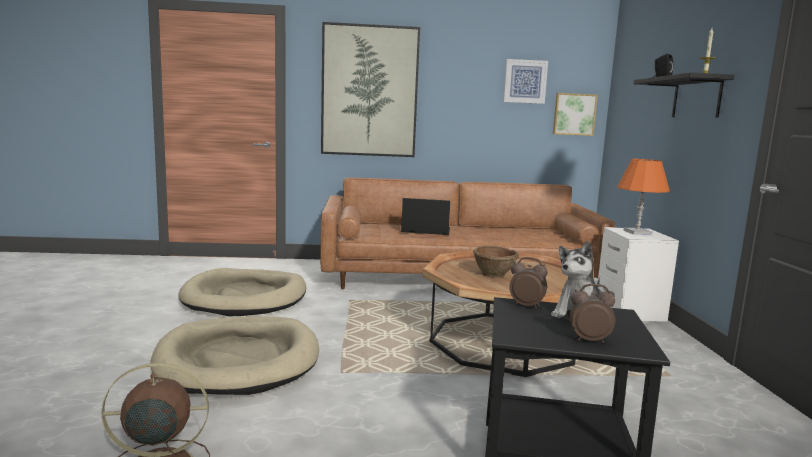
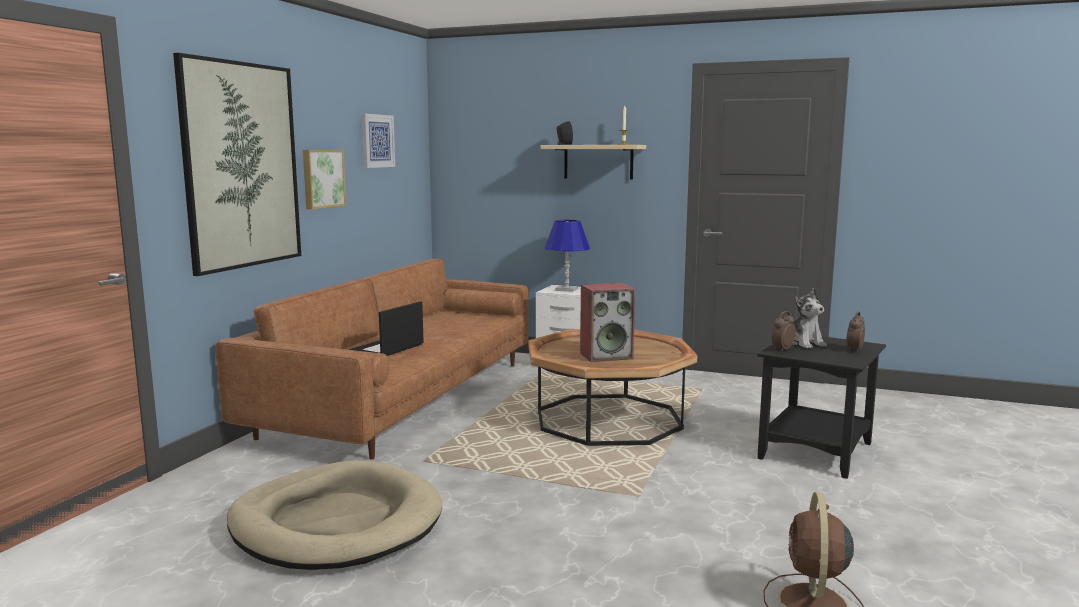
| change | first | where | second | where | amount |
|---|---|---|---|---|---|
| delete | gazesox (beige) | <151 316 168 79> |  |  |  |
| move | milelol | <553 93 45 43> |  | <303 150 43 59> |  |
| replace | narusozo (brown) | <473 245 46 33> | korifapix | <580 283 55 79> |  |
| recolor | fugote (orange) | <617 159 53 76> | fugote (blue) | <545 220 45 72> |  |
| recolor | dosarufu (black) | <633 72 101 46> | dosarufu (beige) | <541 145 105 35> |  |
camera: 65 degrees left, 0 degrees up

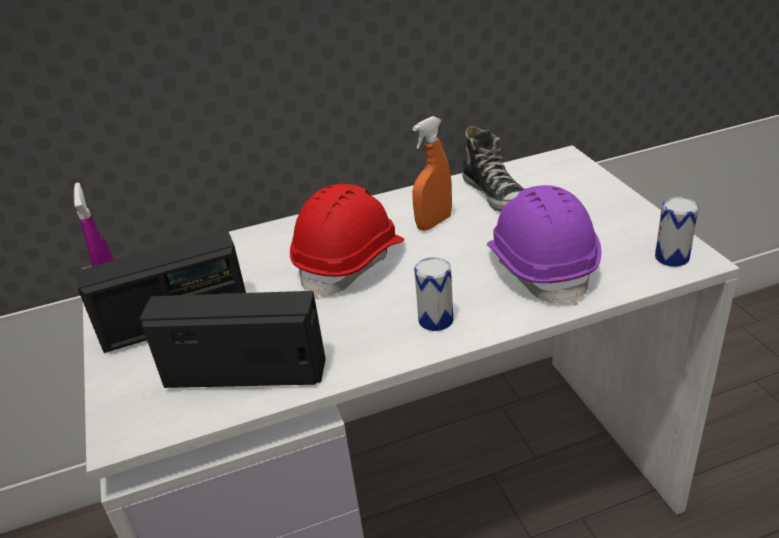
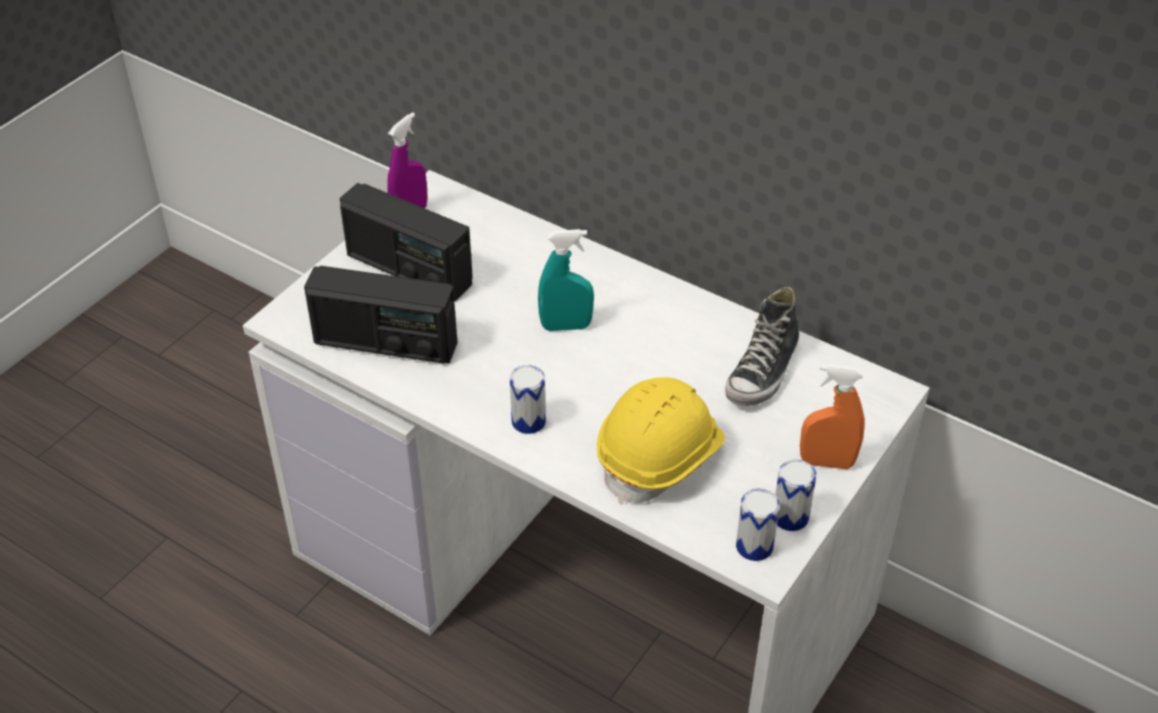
| change | first | where | second | where | amount |
|---|---|---|---|---|---|
| insert |  |  | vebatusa | <775 459 41 72> |  |
| move | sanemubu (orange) | <412 116 40 115> |  | <800 364 65 105> |  |
| replace | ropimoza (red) | <290 184 114 115> | sanemubu (turquoise) | <538 229 56 102> |  |
| recolor | ropimoza (purple) | <487 185 115 120> | ropimoza (yellow) | <597 377 128 128> |  |
| rotate | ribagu | <140 291 186 97> |  | <304 266 154 98> | 135 degrees clockwise |
camera: 50 degrees right, 10 degrees up

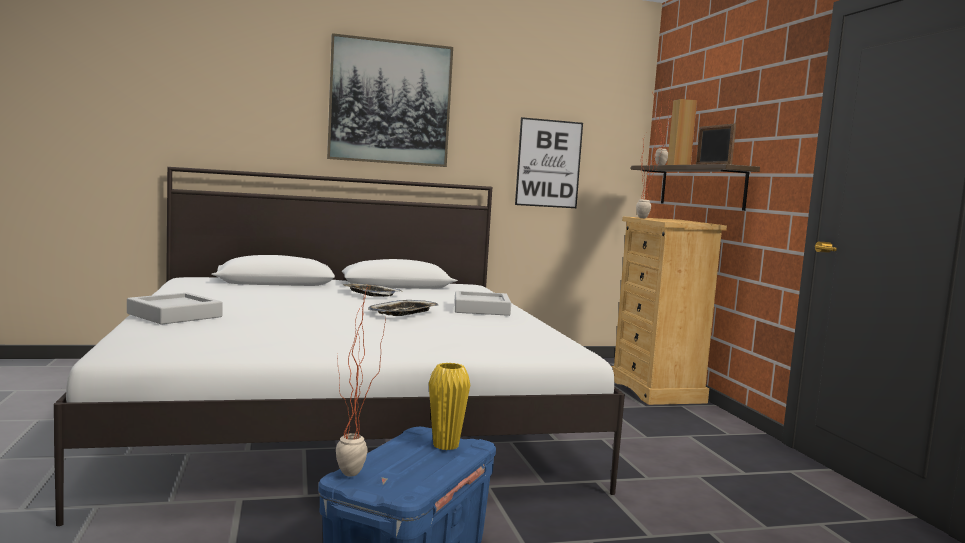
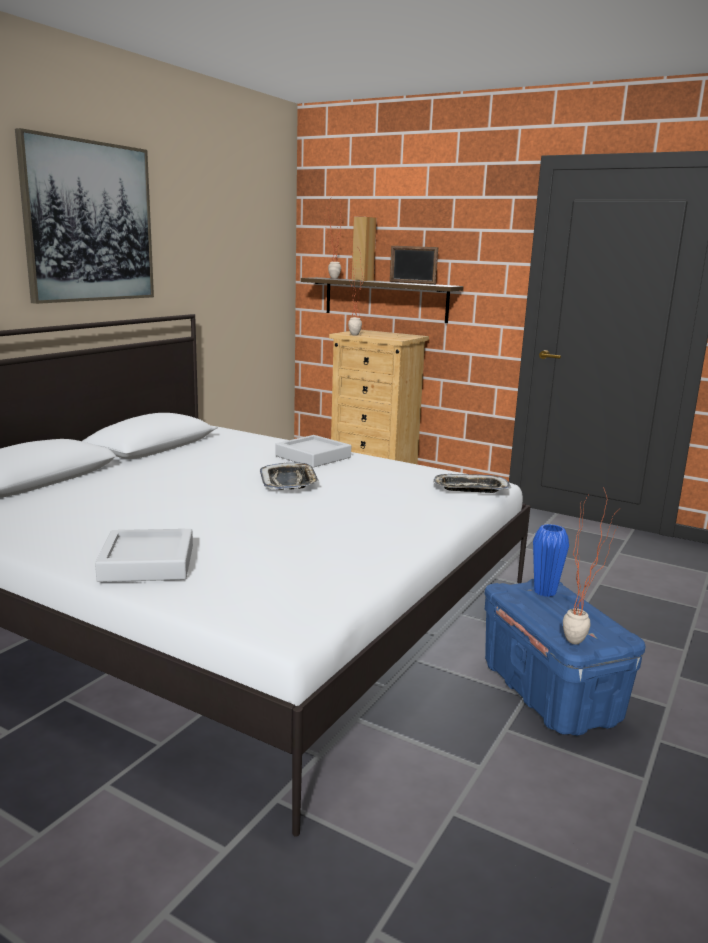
| change | first | where | second | where | amount |
|---|---|---|---|---|---|
| delete | milelol | <515 117 68 91> |  |  |  |
| move | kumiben | <341 284 62 13> |  | <433 474 78 19> |  |
| recolor | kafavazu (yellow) | <429 363 41 87> | kafavazu (blue) | <533 524 36 73> |  |
camera: 45 degrees left, 10 degrees up

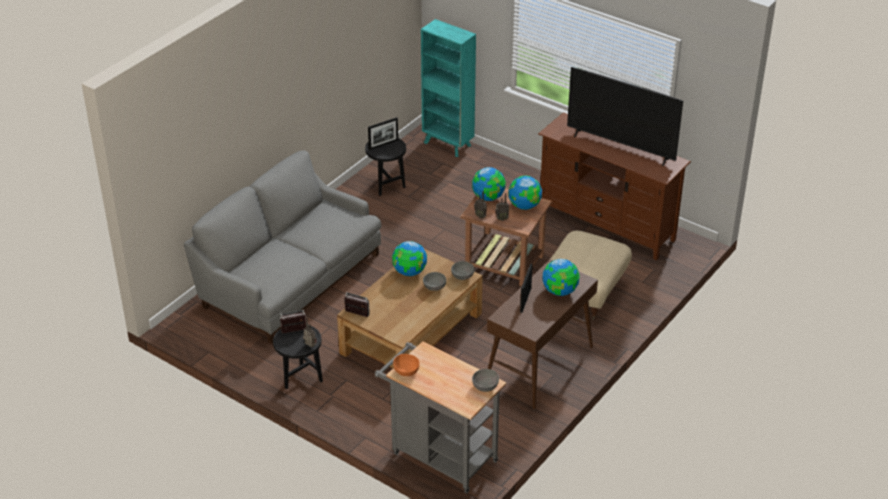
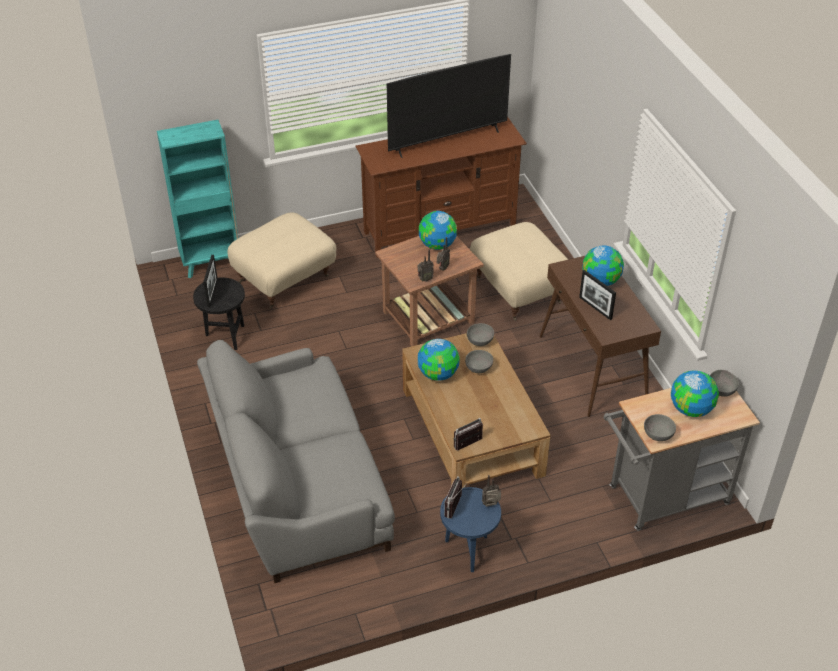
| change | first | where | second | where | amount |
|---|---|---|---|---|---|
| insert |  |  | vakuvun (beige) | <228 212 108 97> |  |
| move | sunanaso | <472 167 34 34> |  | <671 371 48 46> |  |
| recolor | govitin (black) | <273 325 50 64> | govitin (blue) | <440 487 61 85> |  |
| recolor | narusozo (orange) | <393 354 27 22> | narusozo (grey) | <644 414 32 27> |  |
camera: 55 degrees left, 5 degrees up

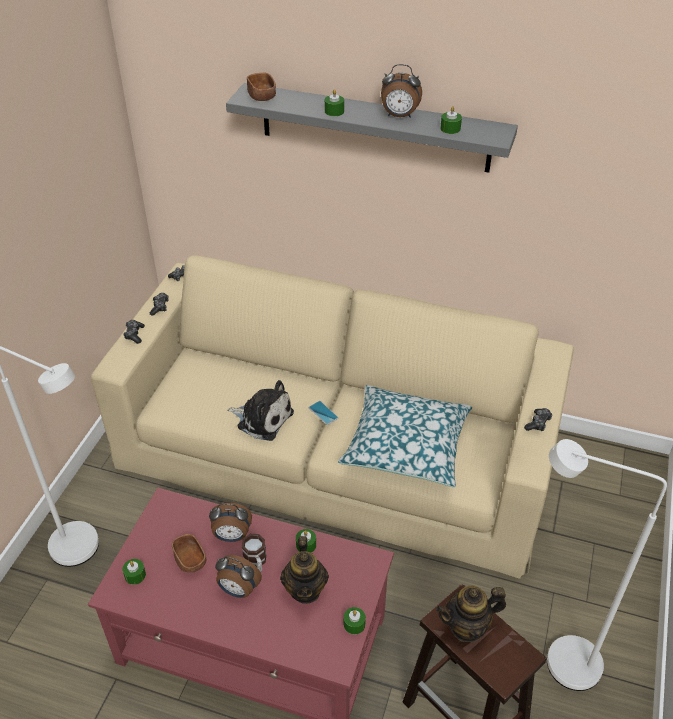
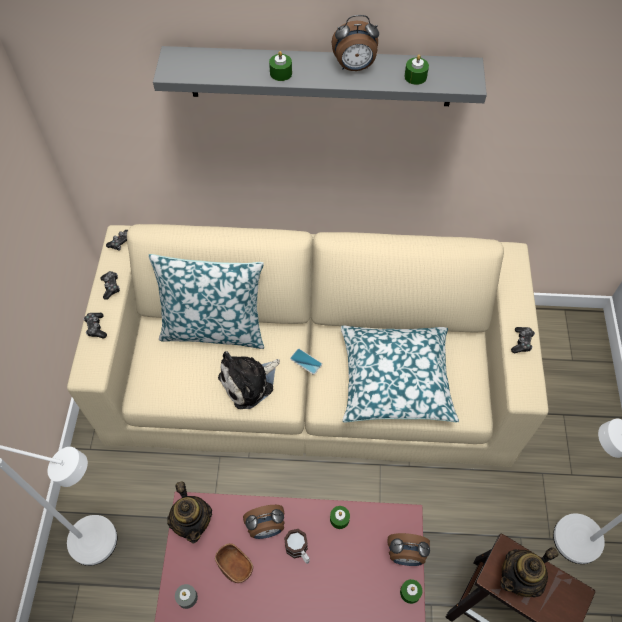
| change | first | where | second | where | amount |
|---|---|---|---|---|---|
| delete | narusozo (brown) | <247 73 29 28> |  |  |  |
| insert |  |  | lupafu | <148 254 116 95> |  |
| move | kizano | <215 555 47 43> |  | <387 533 43 33> |  |
| move | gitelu | <280 536 49 68> |  | <167 481 45 63> |  |
| recolor | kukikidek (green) | <122 559 24 26> | kukikidek (grey) | <175 584 23 25> |  |
| rotate | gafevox | <227 380 67 61> |  | <218 351 62 58> | 135 degrees clockwise |
camera: 15 degrees left, 15 degrees up

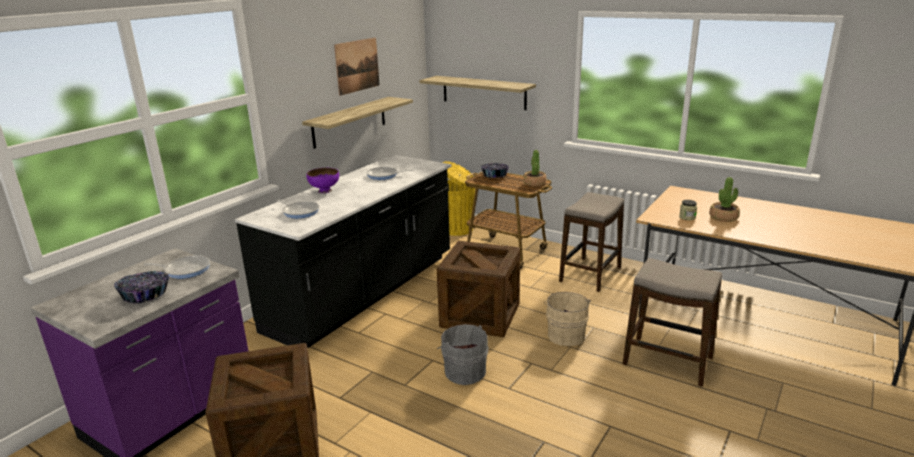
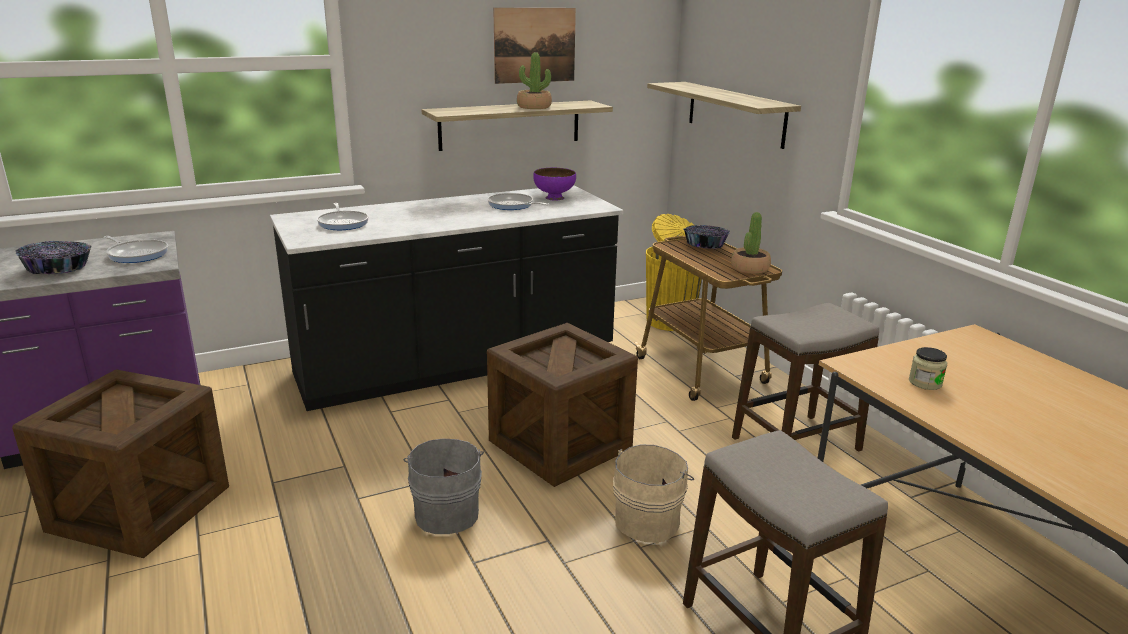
| change | first | where | second | where | amount |
|---|---|---|---|---|---|
| move | narusozo (purple) | <306 168 33 25> |  | <533 168 43 33> |  |
| move | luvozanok | <709 177 31 45> |  | <517 52 35 57> |  |
camera: 30 degrees right, 0 degrees up

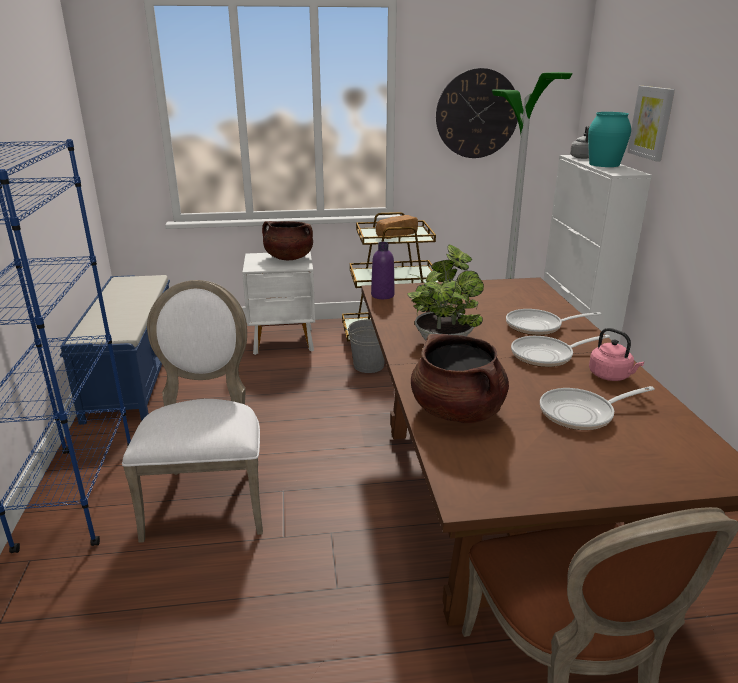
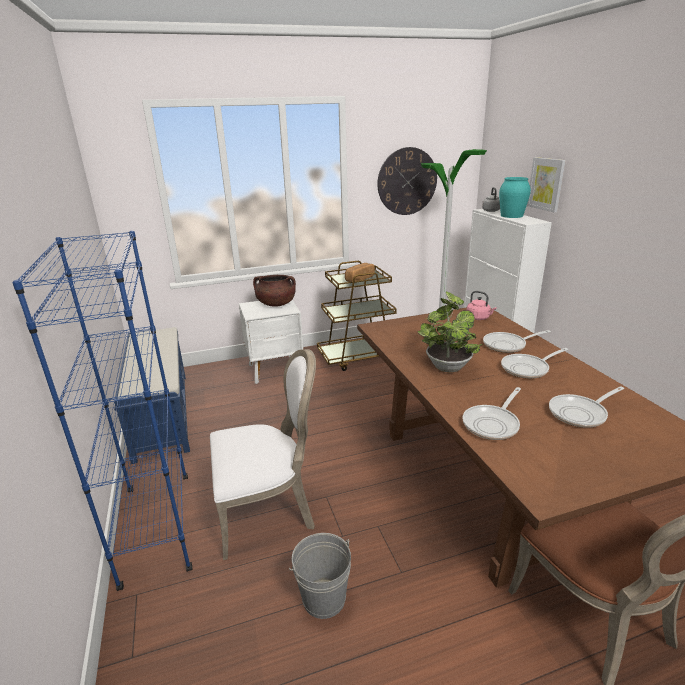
| change | first | where | second | where | amount |
|---|---|---|---|---|---|
| delete | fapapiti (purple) | <371 242 24 57> |  |  |  |
| move | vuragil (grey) | <346 319 39 54> |  | <289 533 62 86> |  |
| move | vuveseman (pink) | <589 328 55 53> |  | <467 291 30 29> |  |
| replace | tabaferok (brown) | <411 334 98 89> | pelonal | <463 387 58 53> |  |
| rotate | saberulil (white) | <122 280 141 263> |  | <210 349 106 211> | 90 degrees clockwise |
camera: 10 degrees left, 0 degrees up

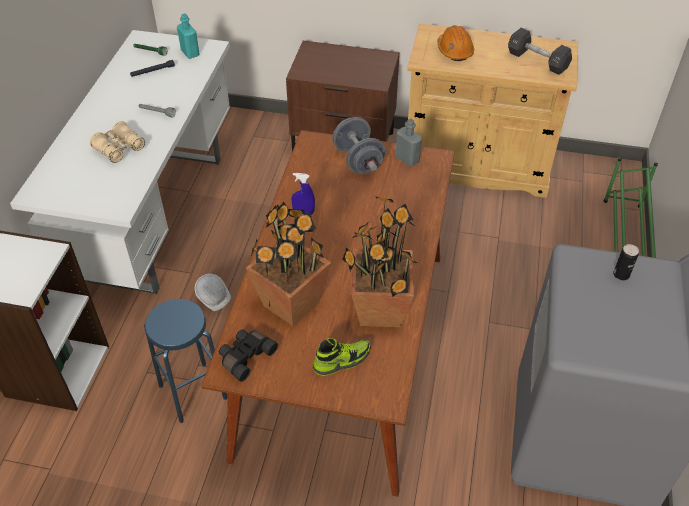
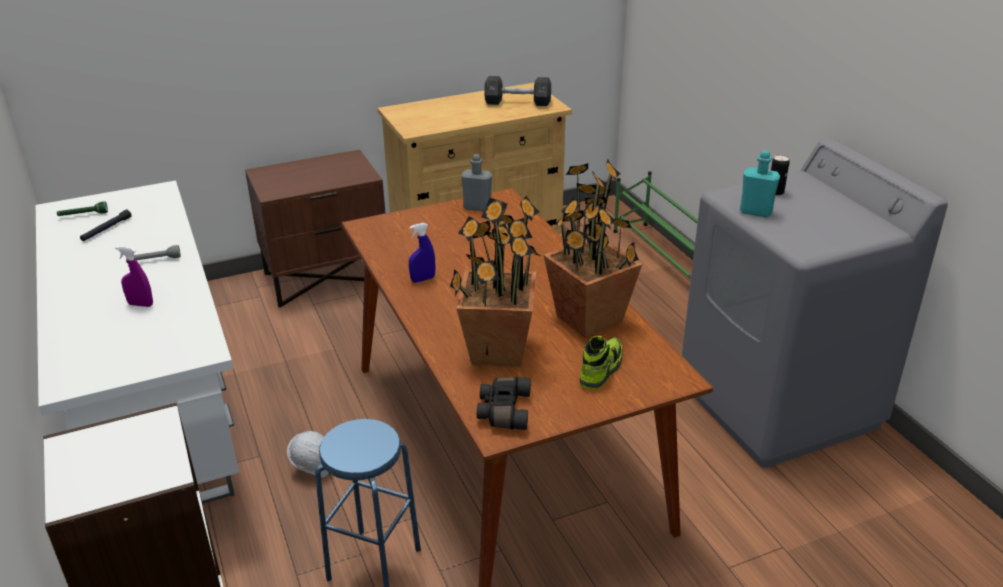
| change | first | where | second | where | amount |
|---|---|---|---|---|---|
| delete | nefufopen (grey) | <332 117 53 57> |  |  |  |
| delete | ropimoza (orange) | <437 25 37 36> |  |  |  |
| move | fapapiti (turquoise) | <177 13 23 46> |  | <740 150 40 67> |  |
| replace | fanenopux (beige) | <90 121 55 42> | sanemubu (purple) | <115 246 38 61> |  |
camera: 35 degrees left, 15 degrees down

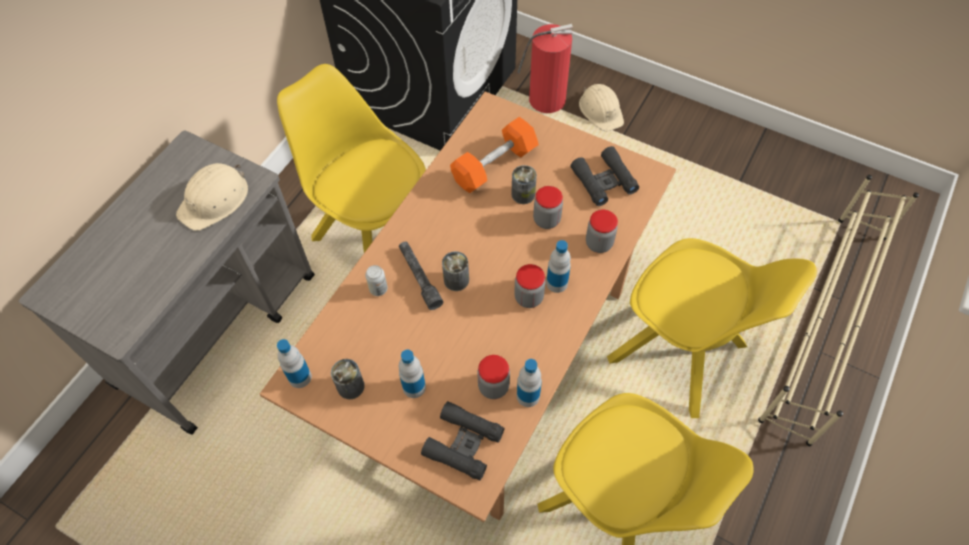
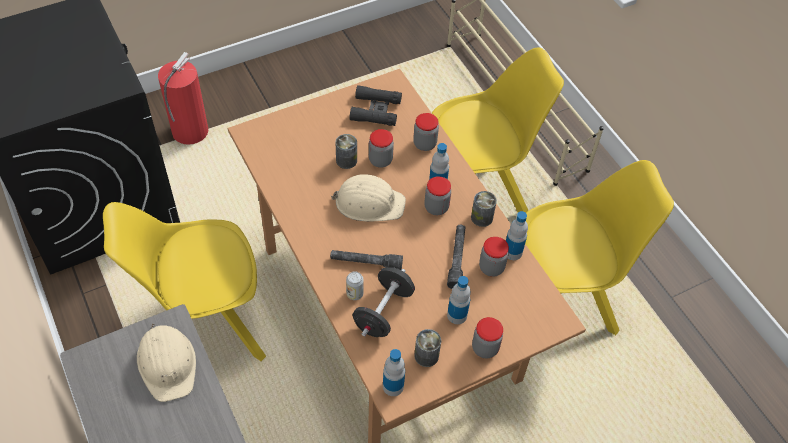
| change | first | where | second | where | amount |
|---|---|---|---|---|---|
| delete | fanenopux (black) | <421 401 84 79> |  |  |  |
| delete | nefufopen (orange) | <450 117 89 76> |  |  |  |
| insert |  |  | nefufopen (black) | <353 267 62 70> |  |
| insert |  |  | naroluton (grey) | <447 225 18 64> |  |
| insert |  |  | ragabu | <472 317 31 41> |  |
| move | vebatusa | <442 251 27 40> |  | <471 191 26 36> |  |
| move | ropimoza (beige) | <579 84 45 47> |  | <331 174 75 47> |  |
camera: 60 degrees left, 5 degrees down

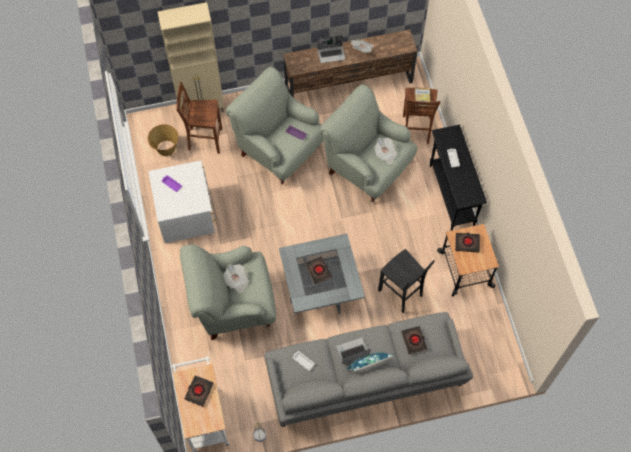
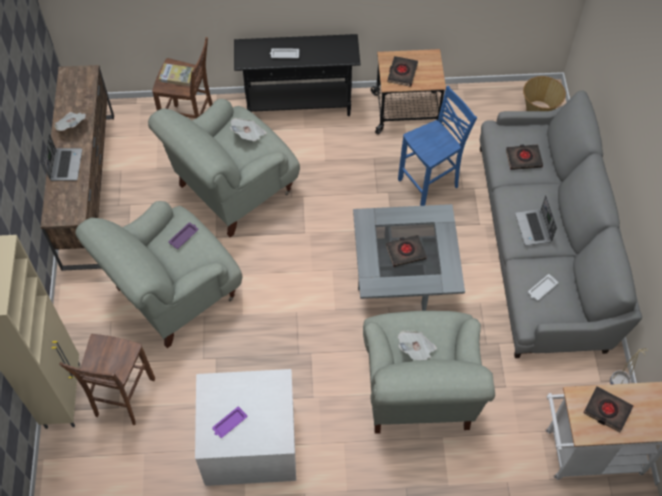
| change | first | where | second | where | amount |
|---|---|---|---|---|---|
| delete | lupafu (blue) | <345 352 49 21> |  |  |  |
| move | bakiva | <148 124 30 32> |  | <523 76 43 35> |  |
| recolor | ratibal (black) | <378 249 57 64> | ratibal (blue) | <398 86 79 120> |  |
camera: 80 degrees left, 5 degrees down

